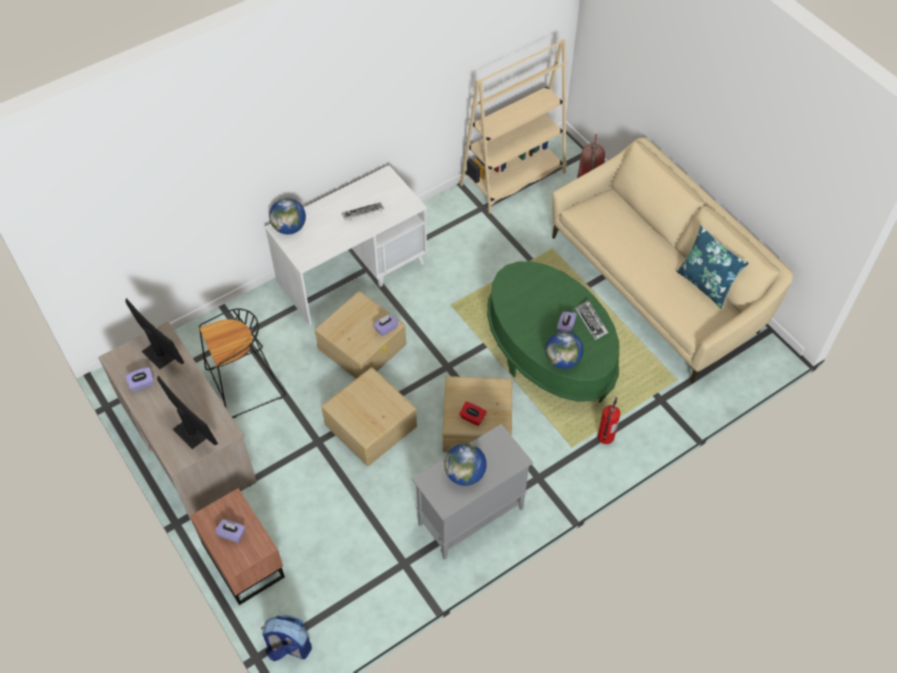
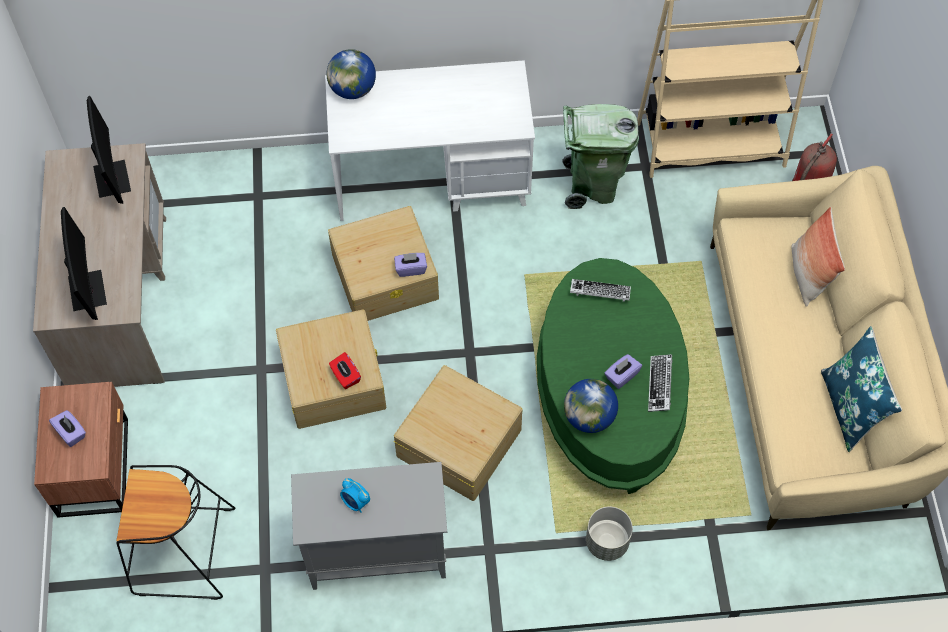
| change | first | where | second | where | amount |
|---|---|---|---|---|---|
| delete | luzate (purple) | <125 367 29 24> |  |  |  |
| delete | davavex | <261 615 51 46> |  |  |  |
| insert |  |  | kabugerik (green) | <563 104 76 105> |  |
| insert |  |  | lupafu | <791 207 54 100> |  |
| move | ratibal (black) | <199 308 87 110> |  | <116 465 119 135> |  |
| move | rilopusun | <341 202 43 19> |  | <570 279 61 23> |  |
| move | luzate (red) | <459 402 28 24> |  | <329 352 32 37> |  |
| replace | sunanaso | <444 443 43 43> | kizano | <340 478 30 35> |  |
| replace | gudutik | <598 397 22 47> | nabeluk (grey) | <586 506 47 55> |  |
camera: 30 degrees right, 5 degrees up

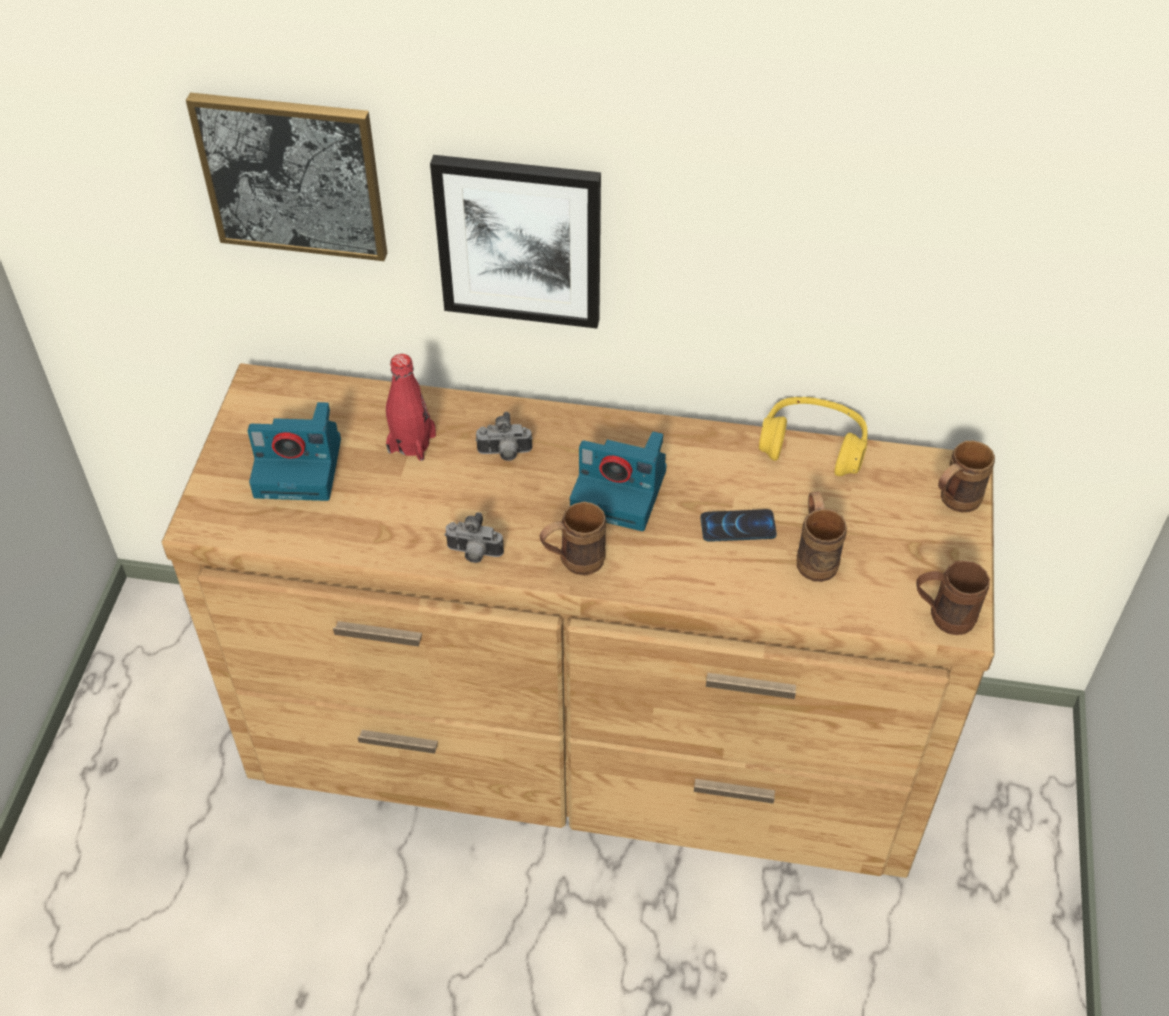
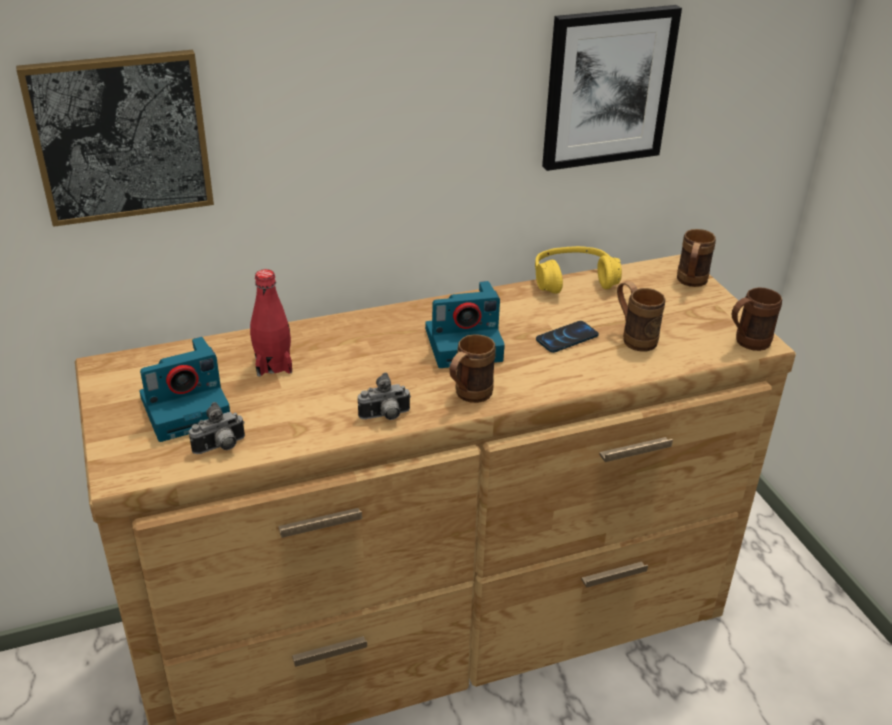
| change | first | where | second | where | amount |
|---|---|---|---|---|---|
| move | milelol | <430 155 171 174> |  | <542 5 140 166> |  |
| move | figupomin | <476 412 57 49> |  | <189 402 56 52> |  |
camera: 30 degrees left, 15 degrees down

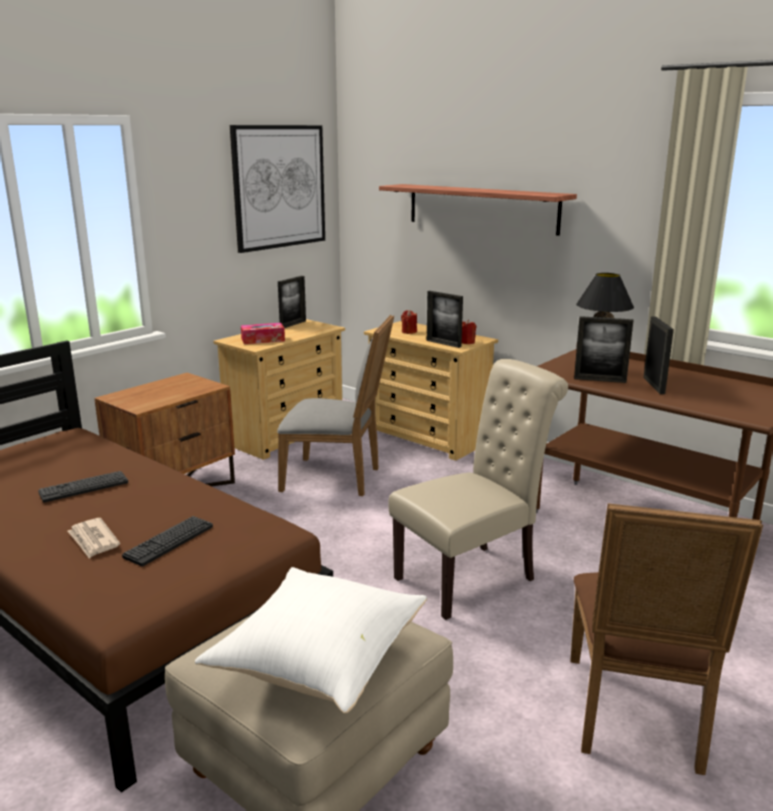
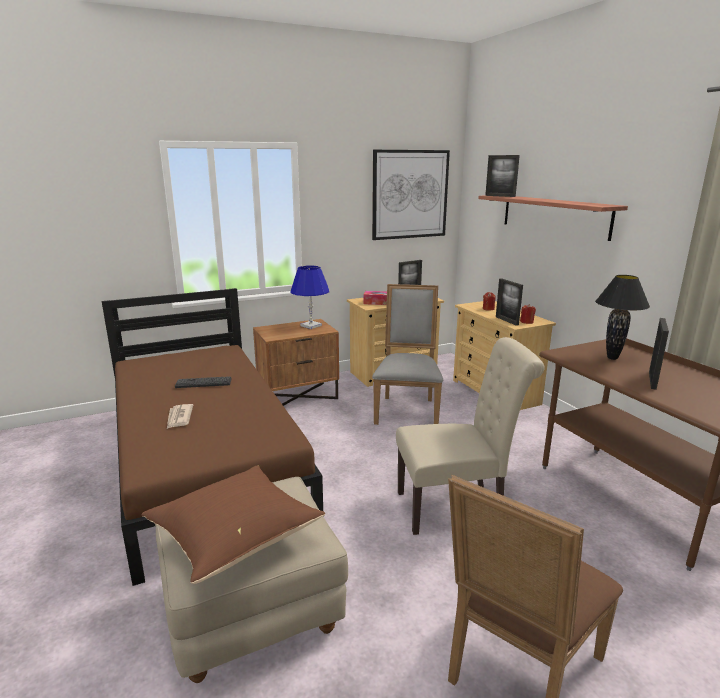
| change | first | where | second | where | amount |
|---|---|---|---|---|---|
| delete | rilopusun | <122 516 91 50> |  |  |  |
| insert |  |  | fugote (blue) | <290 265 39 64> |  |
| move | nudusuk | <574 316 59 67> |  | <485 155 35 42> |  |
| recolor | lupafu (white) | <195 567 232 147> | lupafu (brown) | <141 465 184 119> |  |
| rotate | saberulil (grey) | <277 315 117 181> |  | <372 284 71 141> | 120 degrees counterclockwise |
camera: 25 degrees right, 0 degrees up

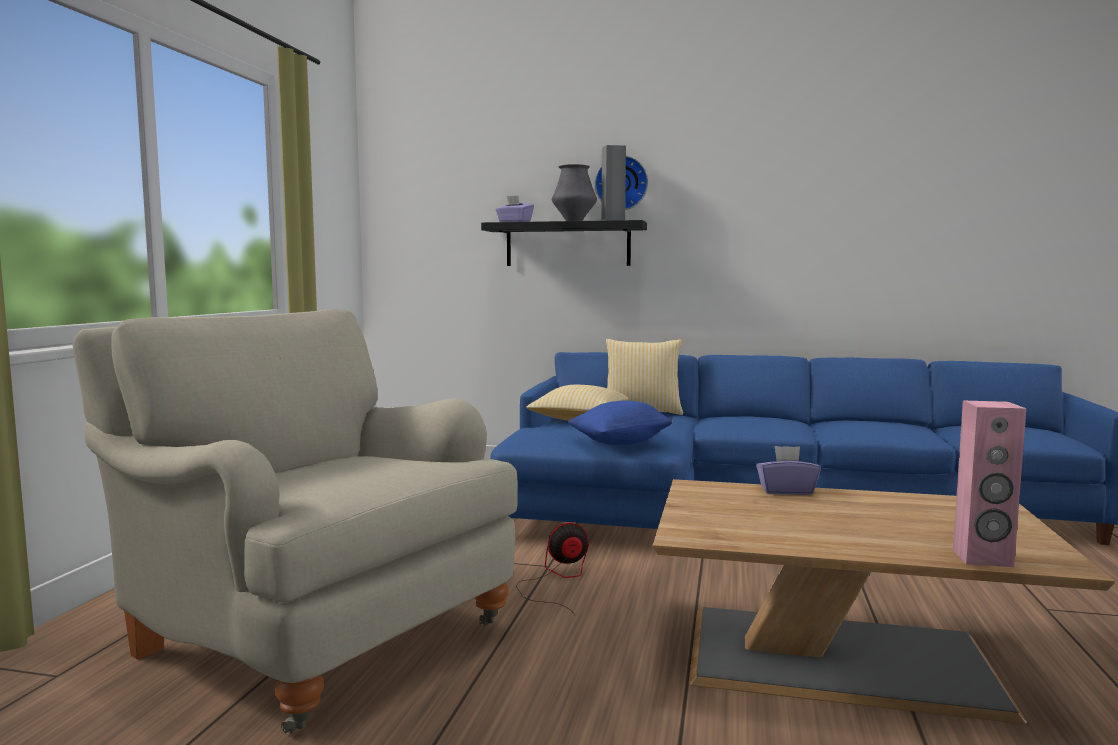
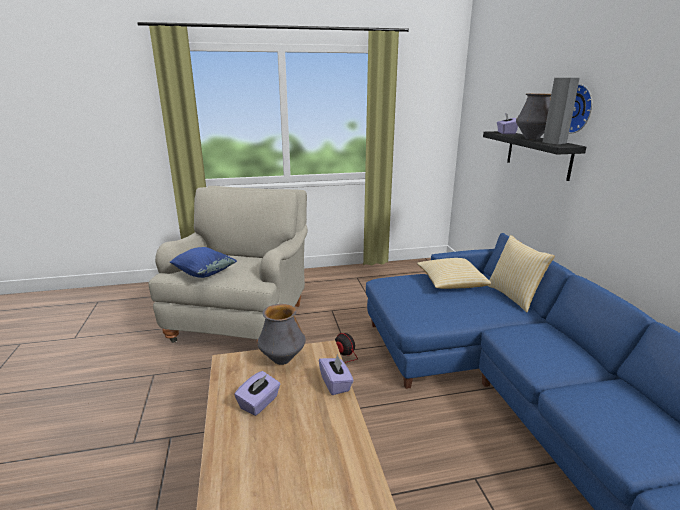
| change | first | where | second | where | amount |
|---|---|---|---|---|---|
| delete | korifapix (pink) | <953 401 73 166> |  |  |  |
| insert |  |  | luzate (purple) | <234 371 46 45> |  |
| insert |  |  | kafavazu | <257 304 48 61> |  |
| move | lupafu (blue) | <567 400 106 45> |  | <170 247 67 31> |  |
camera: 65 degrees right, 15 degrees up

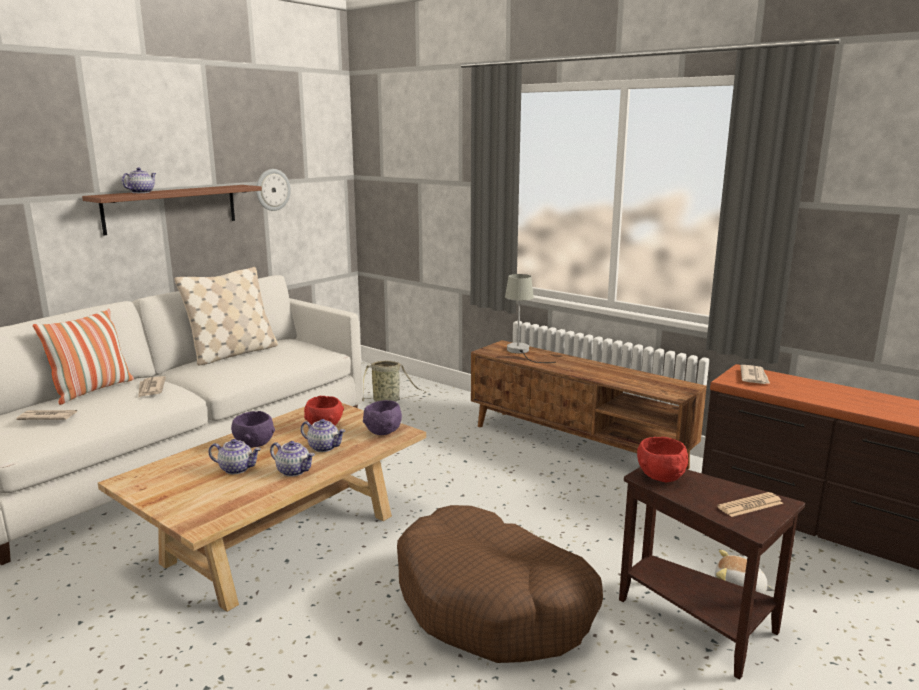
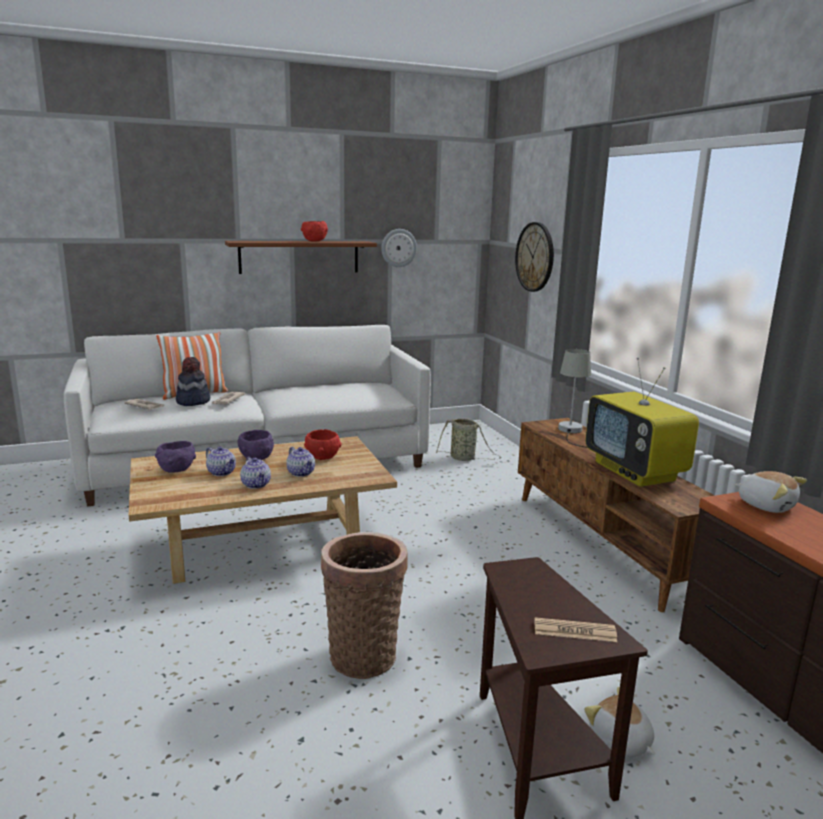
| change | first | where | second | where | amount |
|---|---|---|---|---|---|
| delete | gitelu | <122 168 34 25> |  |  |  |
| delete | lupafu (beige) | <175 267 103 99> |  |  |  |
| insert |  |  | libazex | <176 357 34 49> |  |
| insert |  |  | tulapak | <515 222 39 70> |  |
| insert |  |  | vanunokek | <585 358 114 129> |  |
| move | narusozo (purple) | <363 400 39 35> |  | <155 441 41 32> |  |
| move | narusozo (red) | <637 437 51 45> |  | <301 221 27 21> |  |
| replace | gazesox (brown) | <397 505 206 158> | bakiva | <321 532 87 147> |  |
| replace | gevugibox | <740 365 30 19> | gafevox | <735 471 72 42> |  |
camera: 30 degrees right, 0 degrees up

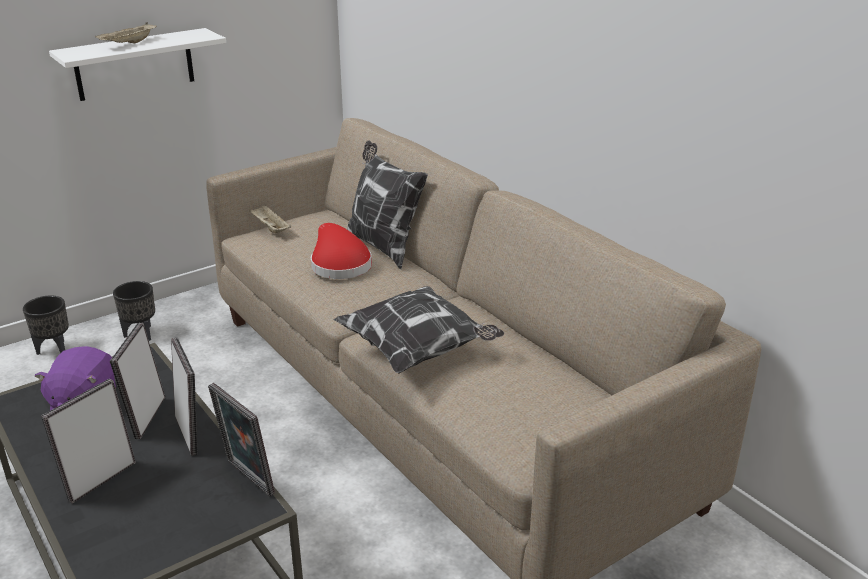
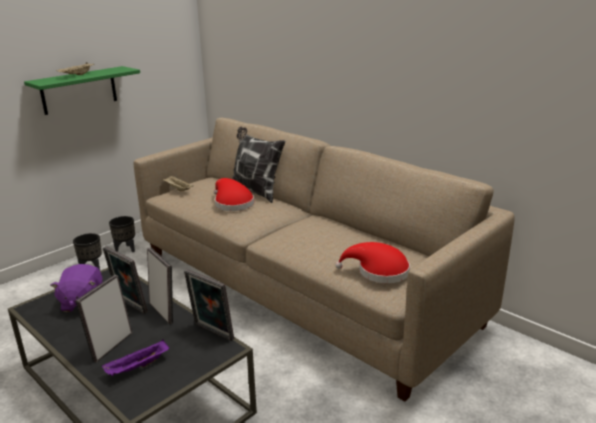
| change | first | where | second | where | amount |
|---|---|---|---|---|---|
| delete | lupafu | <333 286 171 88> |  |  |  |
| insert |  |  | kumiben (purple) | <102 340 67 36> |  |
| insert |  |  | libazex (red) | <335 242 75 41> |  |
| move | nabeluk (black) | <23 295 46 60> |  | <109 216 26 36> |  |
| recolor | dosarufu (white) | <49 28 177 73> | dosarufu (green) | <24 66 116 49> |  |
| rotate | nudusuk | <110 323 55 116> |  | <103 246 45 68> | 45 degrees counterclockwise |
camera: 10 degrees left, 5 degrees down

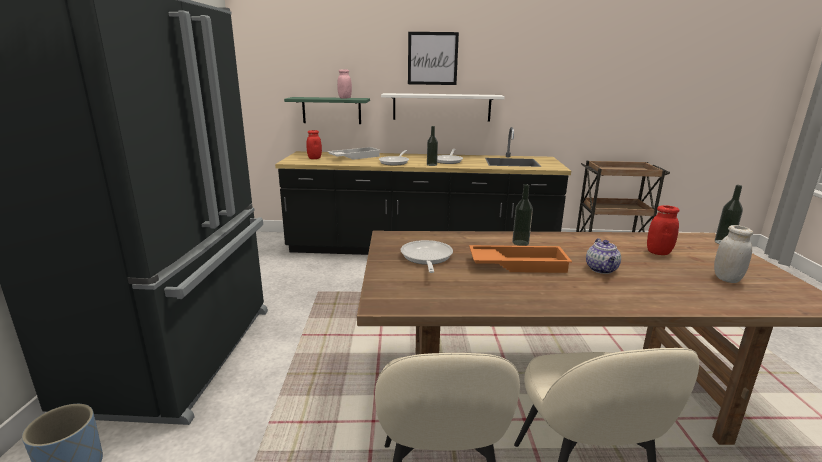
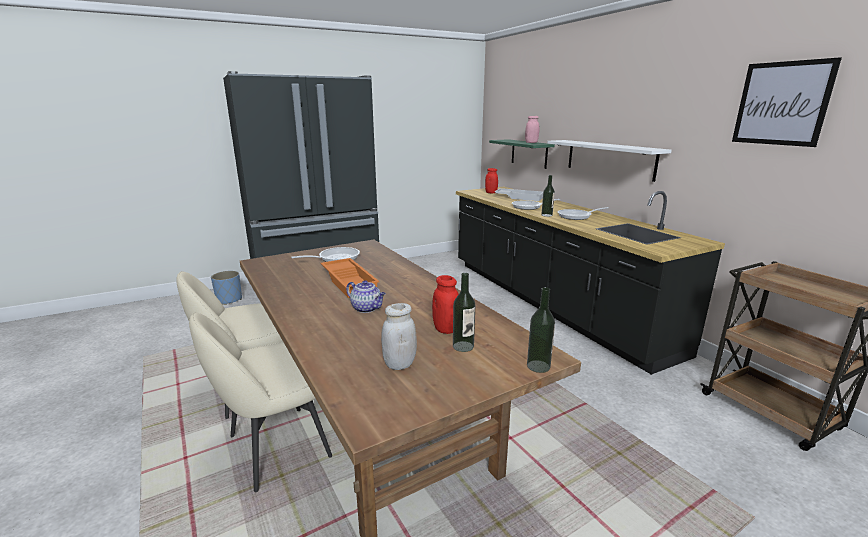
| change | first | where | second | where | amount |
|---|---|---|---|---|---|
| move | milelol | <408 32 51 53> |  | <732 57 110 90> |  |
| move | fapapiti | <512 184 21 62> |  | <453 273 22 79> |  |
| rotate | gitelu | <586 238 35 36> |  | <346 280 40 33> | 120 degrees counterclockwise |
camera: 60 degrees right, 0 degrees up

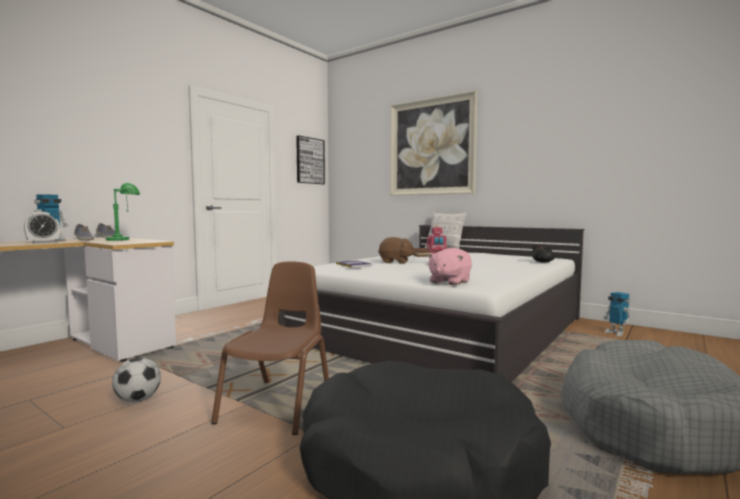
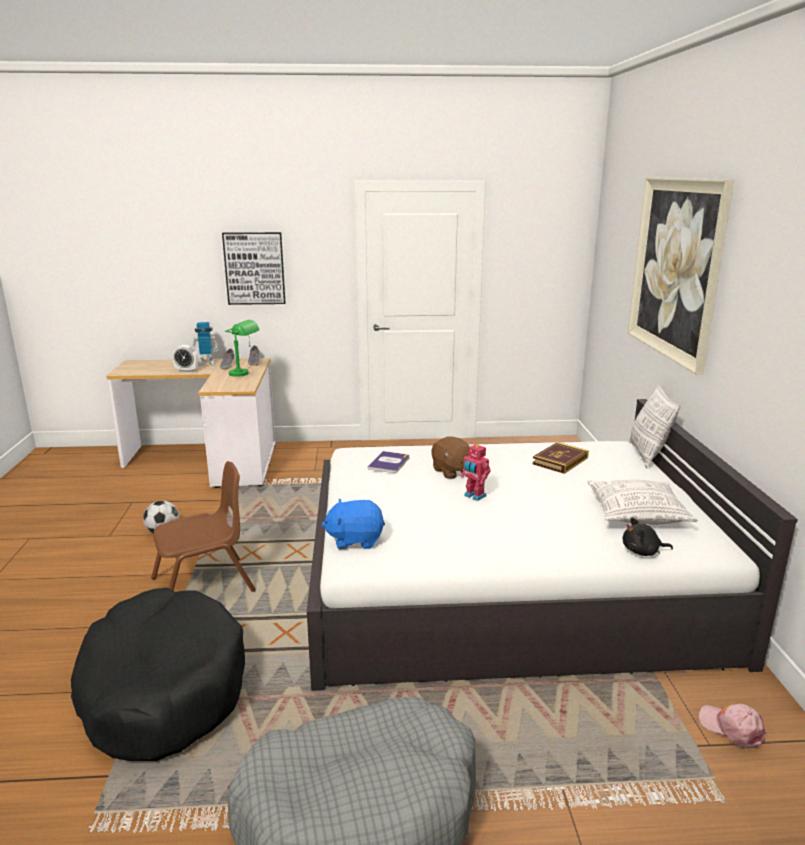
| change | first | where | second | where | amount |
|---|---|---|---|---|---|
| insert |  |  | lupafu | <587 480 111 45> |  |
| move | milelol | <296 135 29 49> |  | <222 232 64 73> |  |
| replace | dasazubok | <603 292 29 44> | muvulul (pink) | <698 704 69 45> |  |
| recolor | gafevox (pink) | <427 248 45 37> | gafevox (blue) | <321 499 64 50> |  |
camera: 50 degrees right, 15 degrees up

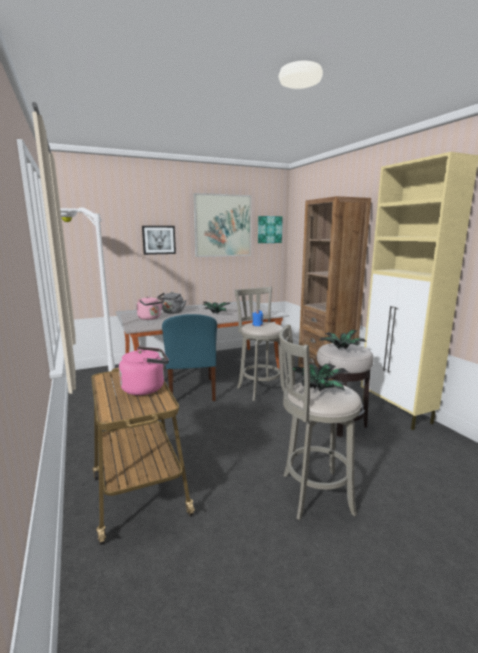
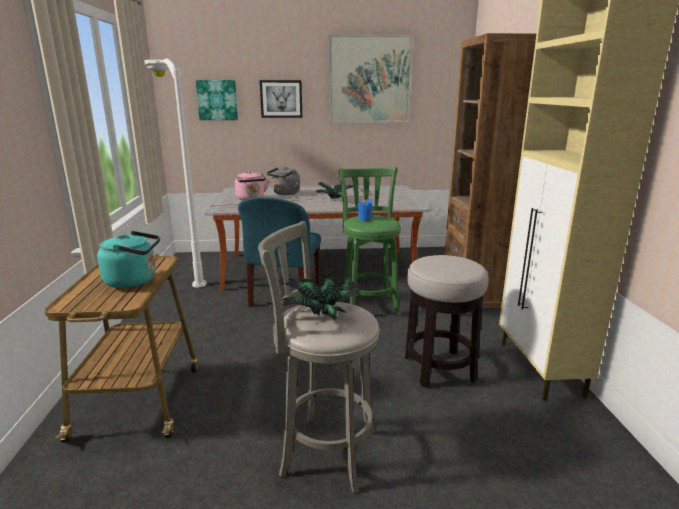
| change | first | where | second | where | amount |
|---|---|---|---|---|---|
| delete | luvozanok | <319 329 47 20> |  |  |  |
| move | milelol | <258 216 25 27> |  | <196 80 42 40> |  |
| recolor | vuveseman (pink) | <119 347 50 48> | vuveseman (turquoise) | <97 231 63 57> |  |
| recolor | ratibal (grey) | <234 286 52 115> | ratibal (green) | <339 167 62 150> |  |
camera: 20 degrees right, 5 degrees up

